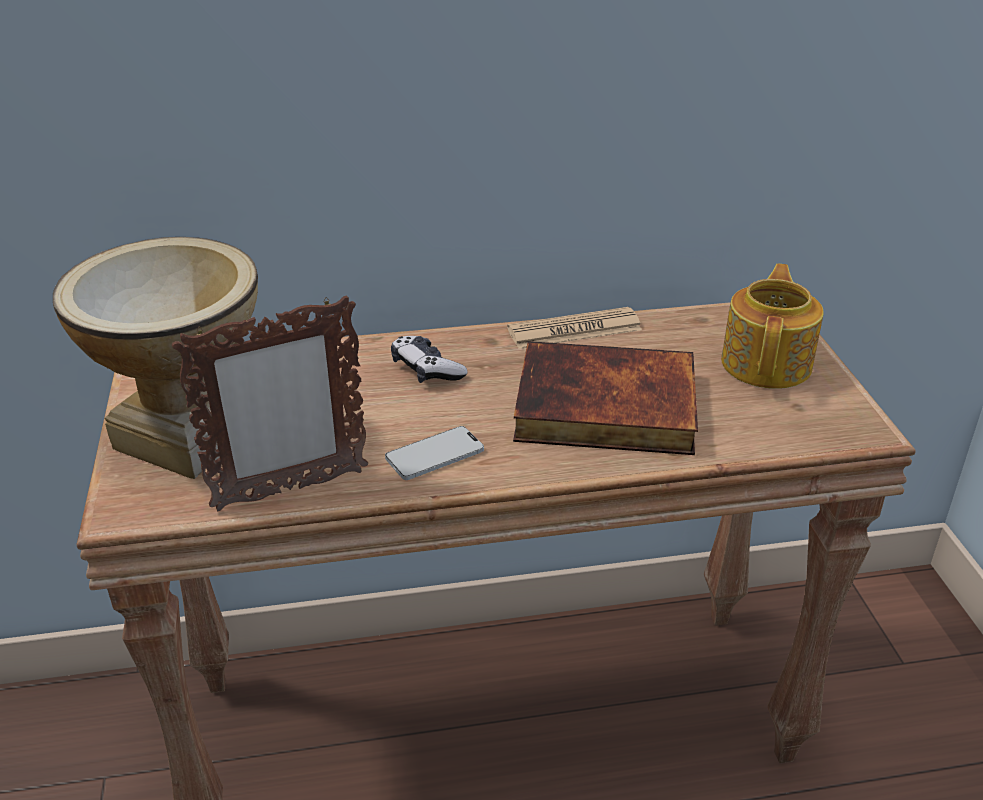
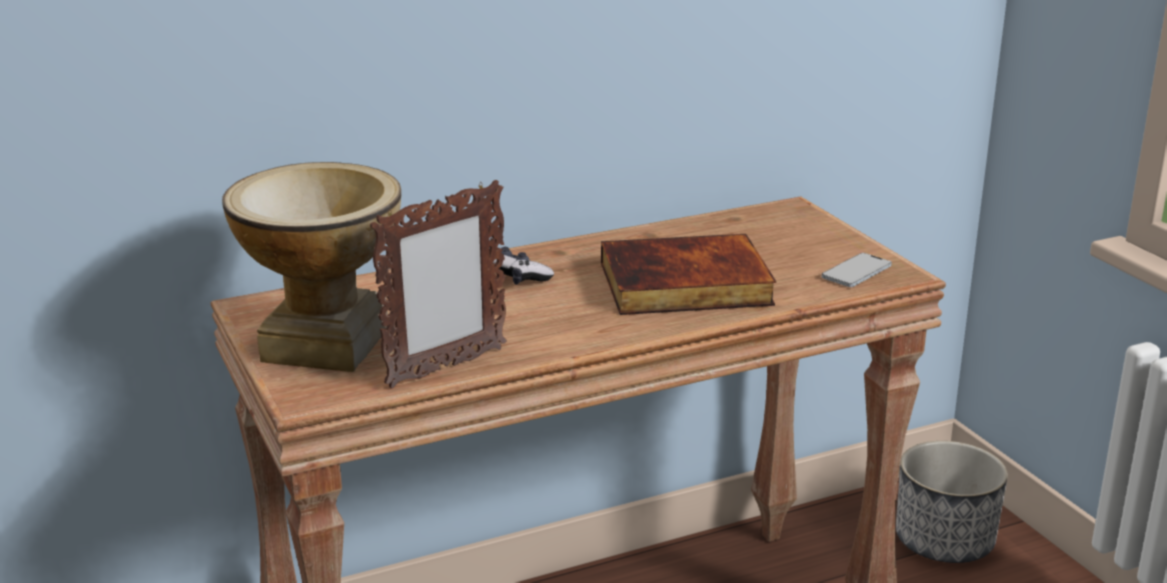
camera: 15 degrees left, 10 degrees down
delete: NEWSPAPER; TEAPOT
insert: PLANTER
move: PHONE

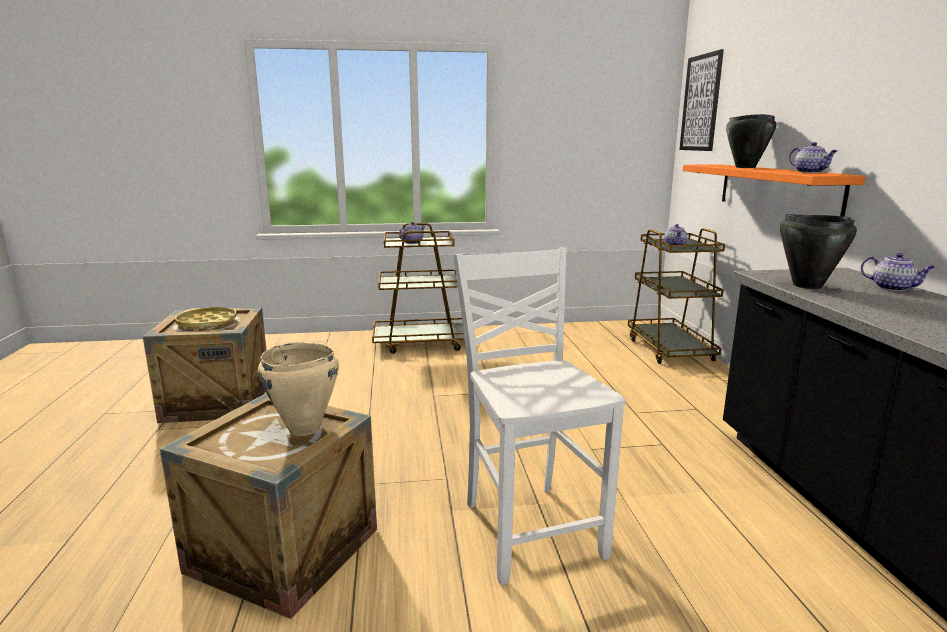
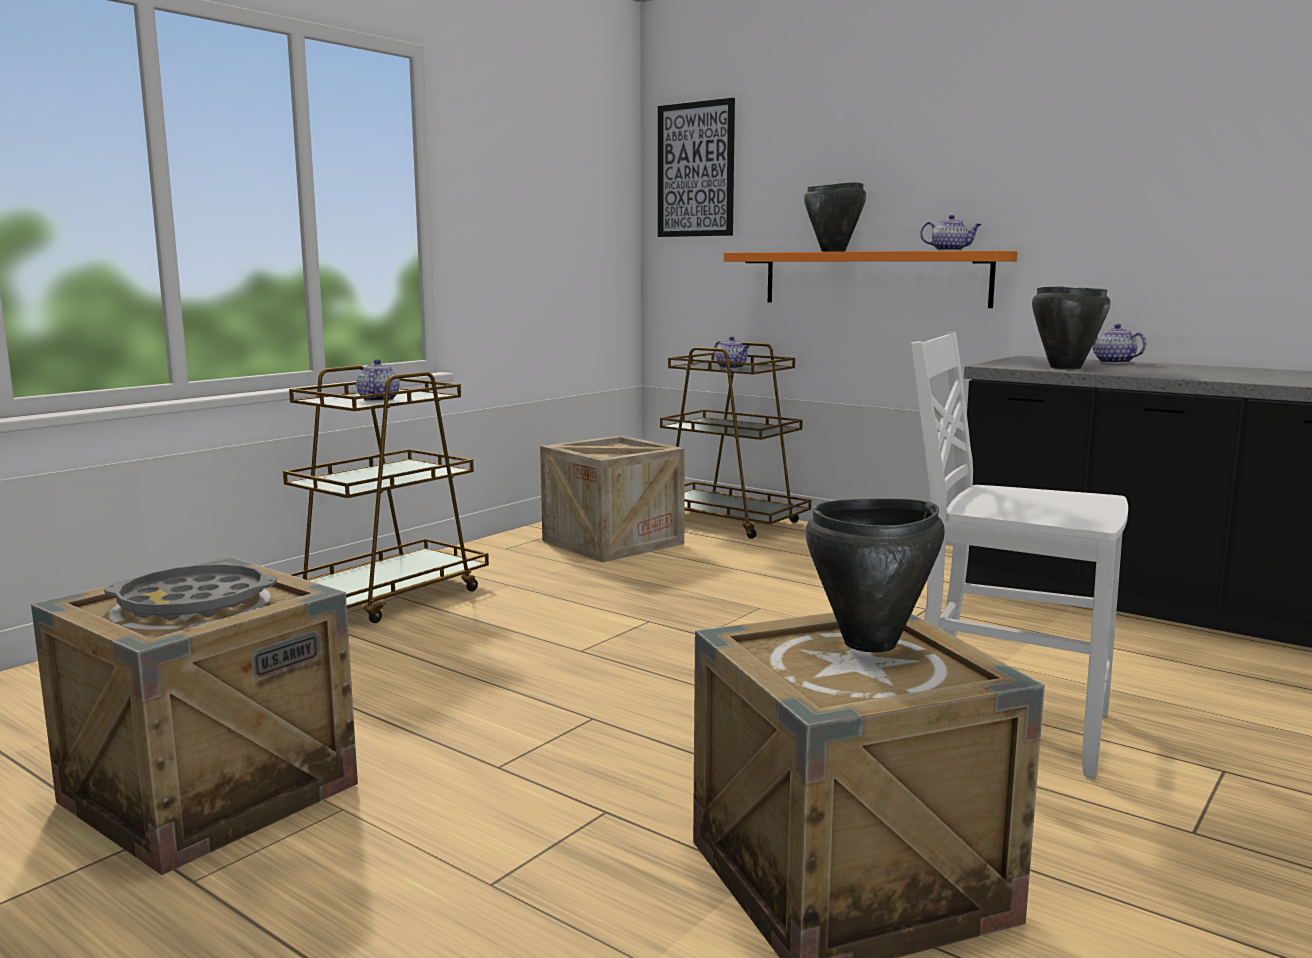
camera: 45 degrees left, 5 degrees down
insert: CRATE (2nd from left)
recolor: YELLOW TRAY to GREY TRAY; BEIGE COOKING POT to BLACK COOKING POT (2nd from left)
rotate: TEAPOT (4th from left) 120 degrees counterclockwise

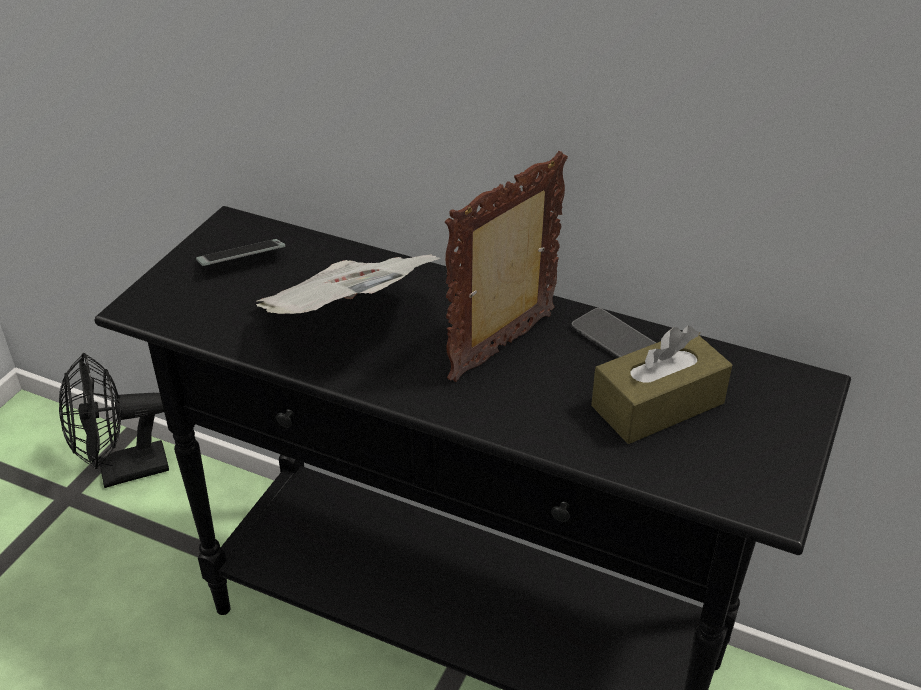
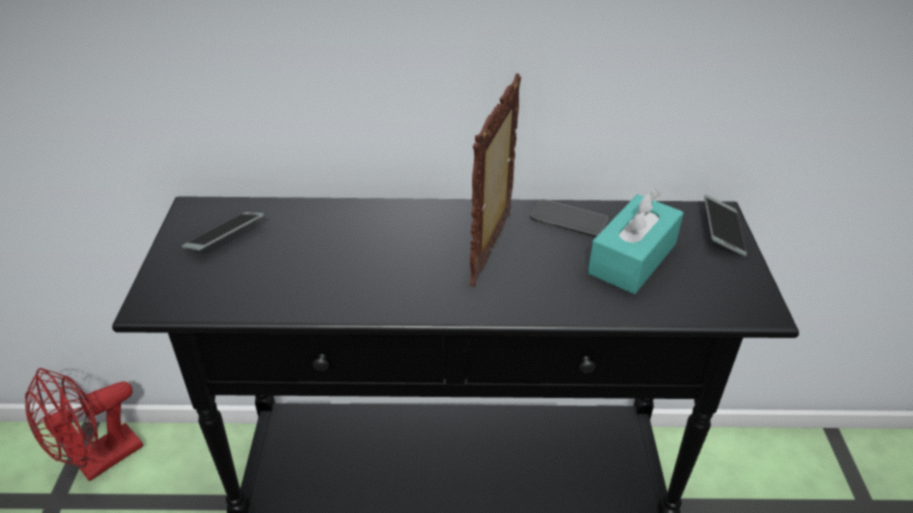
camera: 25 degrees left, 0 degrees up
delete: NEWSPAPER
insert: PHONE (3rd from left)
recolor: BLACK FAN to RED FAN; BROWN TISSUE BOX to TURQUOISE TISSUE BOX

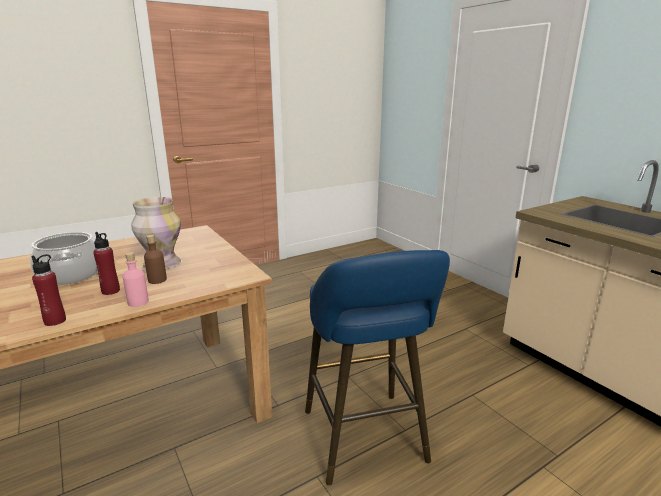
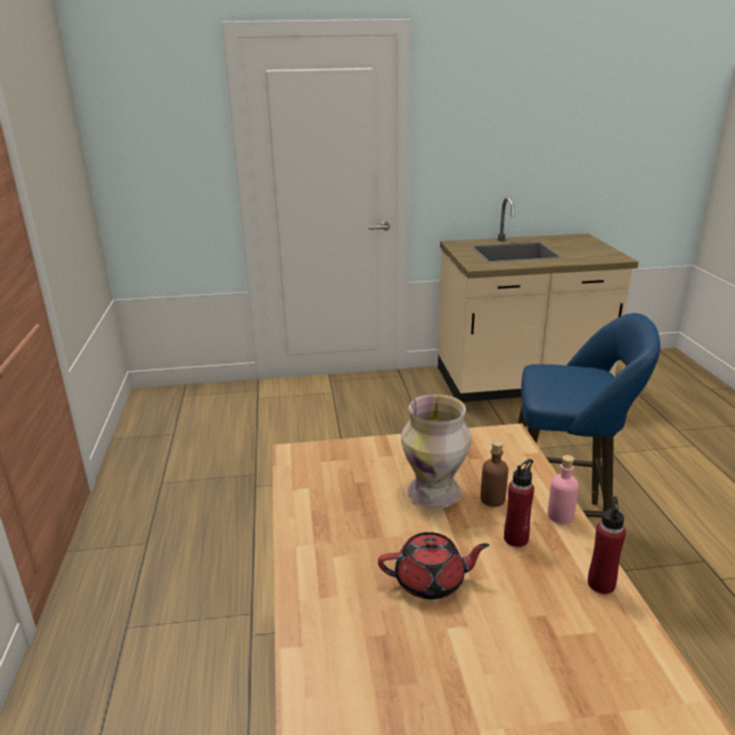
camera: 65 degrees left, 5 degrees up
replace: COOKING POT to RED TEAPOT

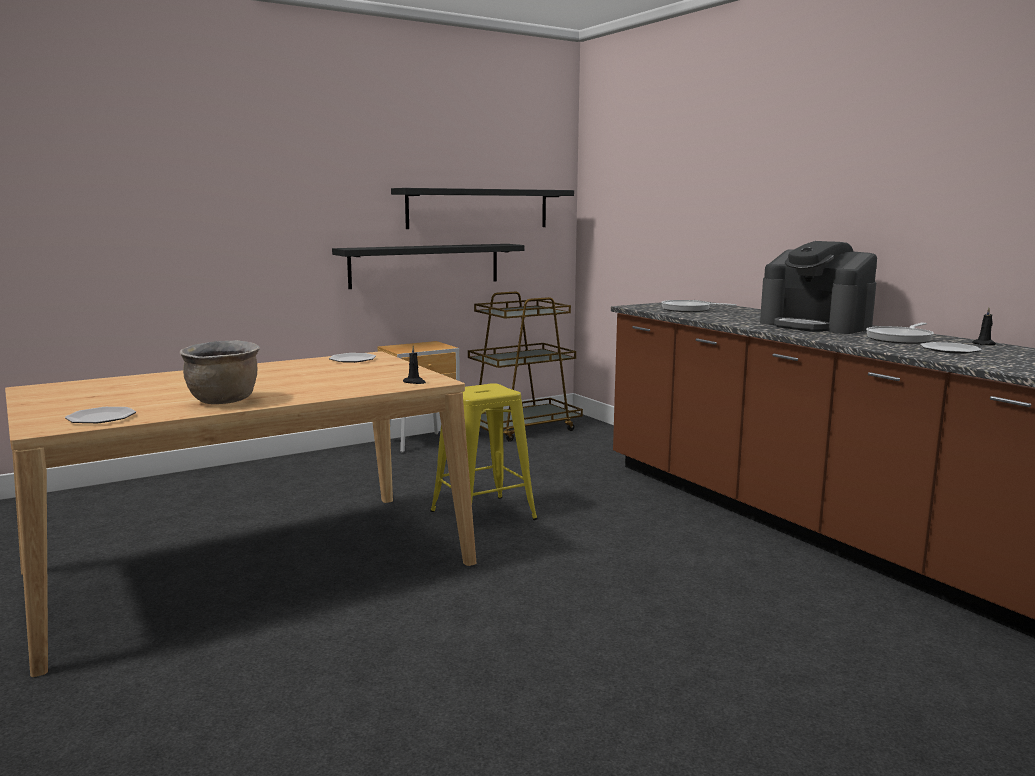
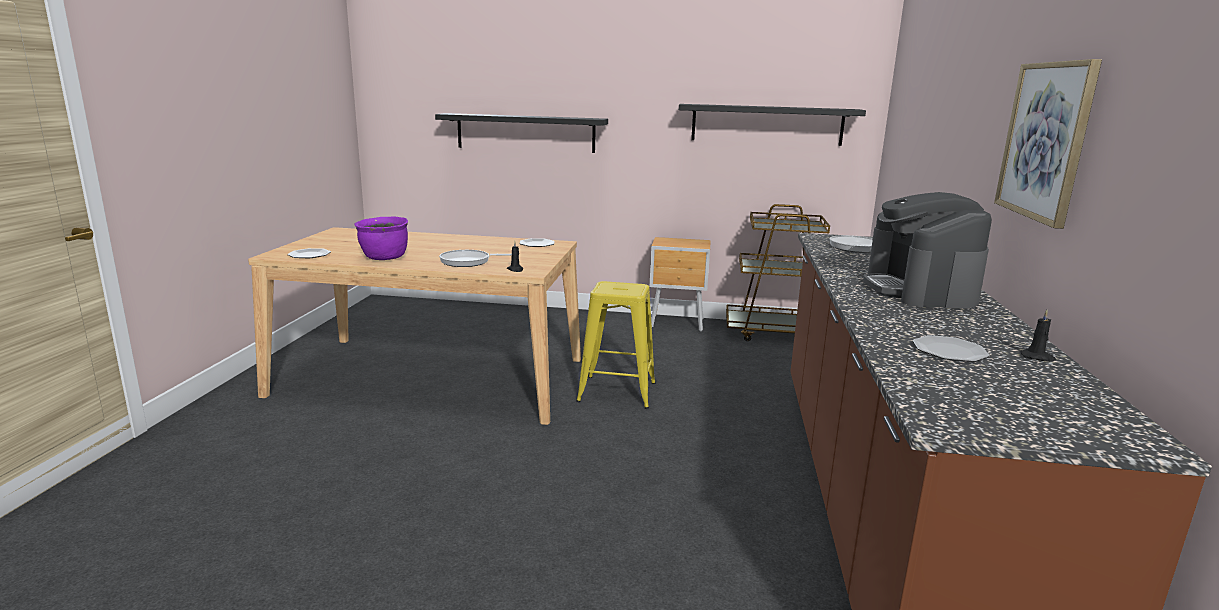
camera: 40 degrees right, 5 degrees up
insert: PICTURE
move: BLACK SHELF (1st from left); FRYING PAN (2nd from left in the first image) to FRYING PAN (1st from left)
recolor: BROWN COOKING POT to PURPLE COOKING POT

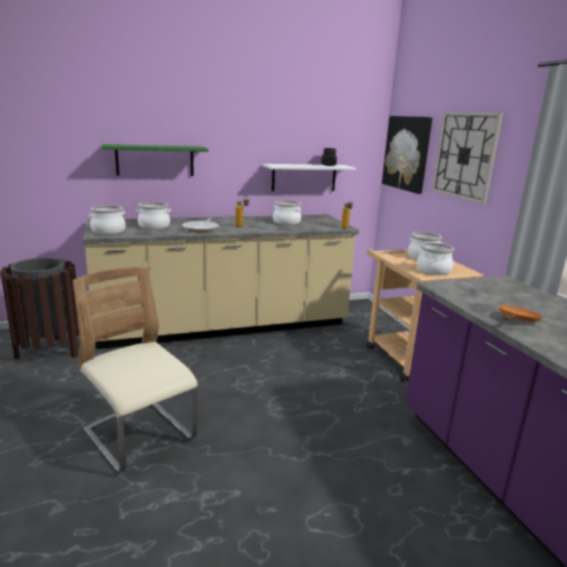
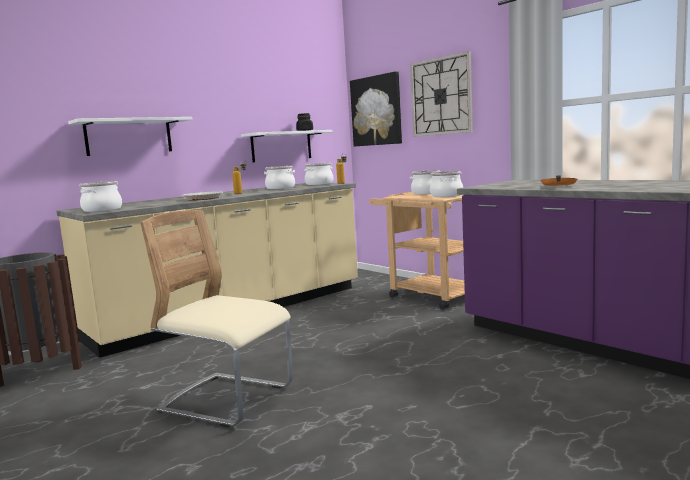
camera: 20 degrees left, 10 degrees down
move: COOKING POT (2nd from left in the first image) to COOKING POT (3rd from left)
recolor: GREEN SHELF to WHITE SHELF (1st from left)

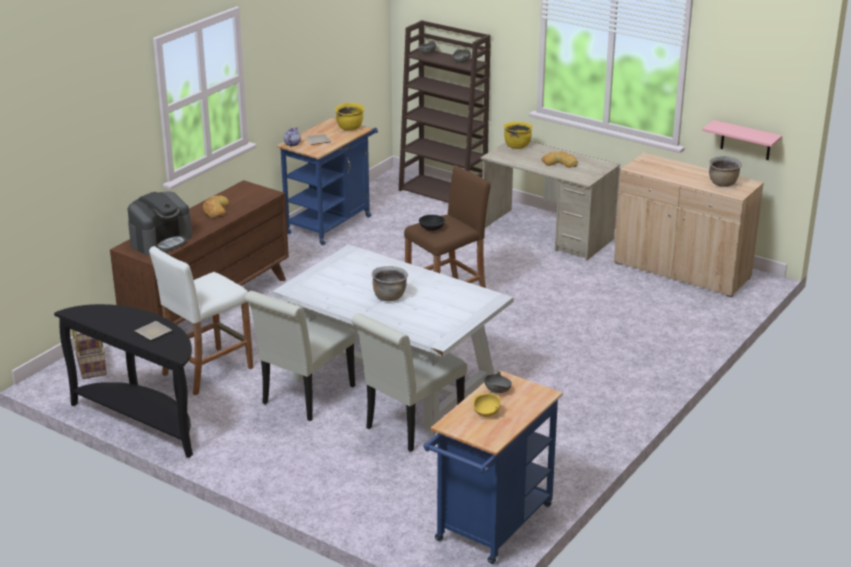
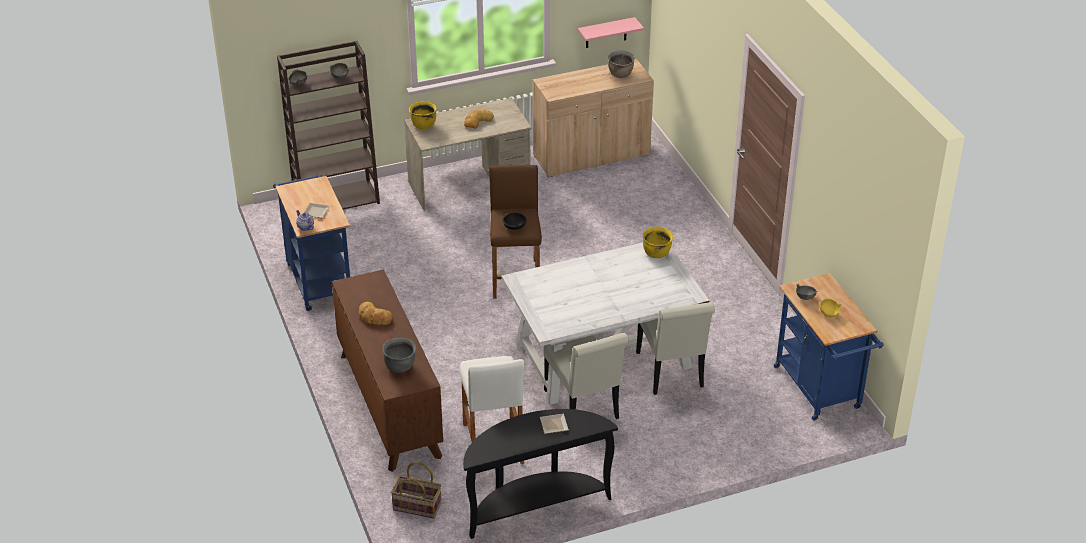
camera: 55 degrees left, 10 degrees up
delete: BROWN COOKING POT (1st from left)
move: YELLOW COOKING POT (1st from left in the first image) to YELLOW COOKING POT (2nd from left)
replace: COFFEE MACHINE to GREY COOKING POT

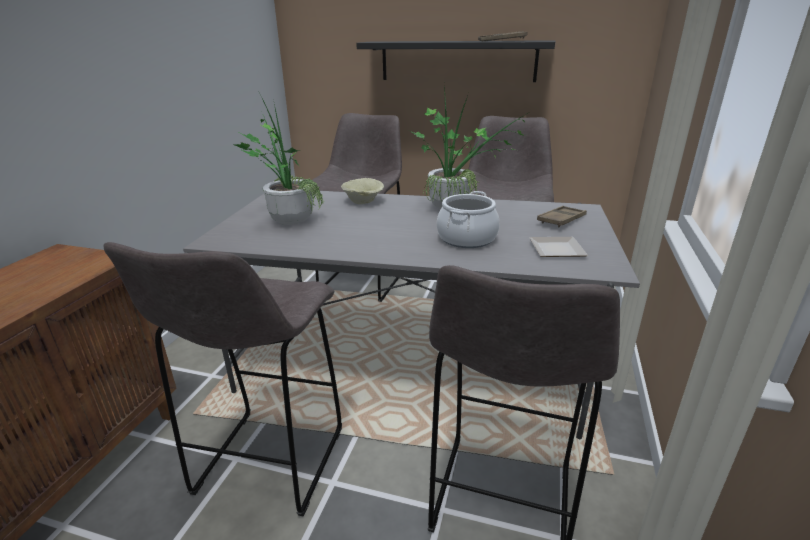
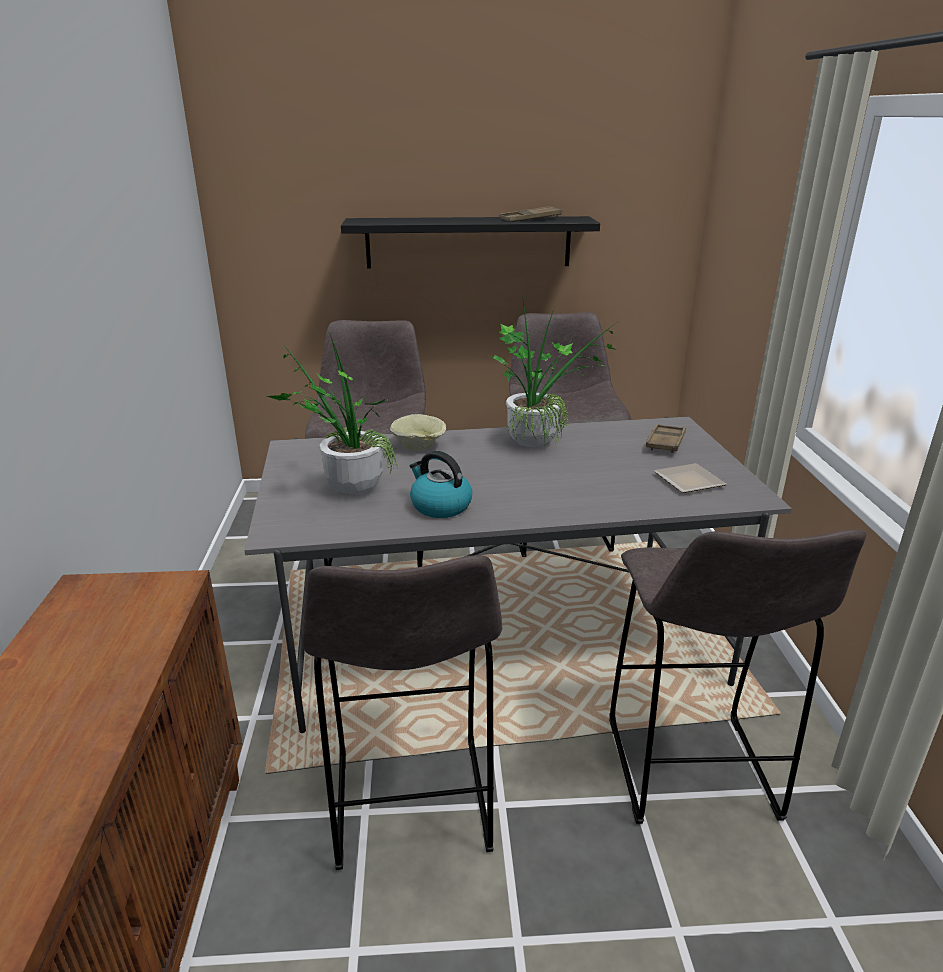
camera: 20 degrees left, 0 degrees up
delete: COOKING POT
insert: KETTLE

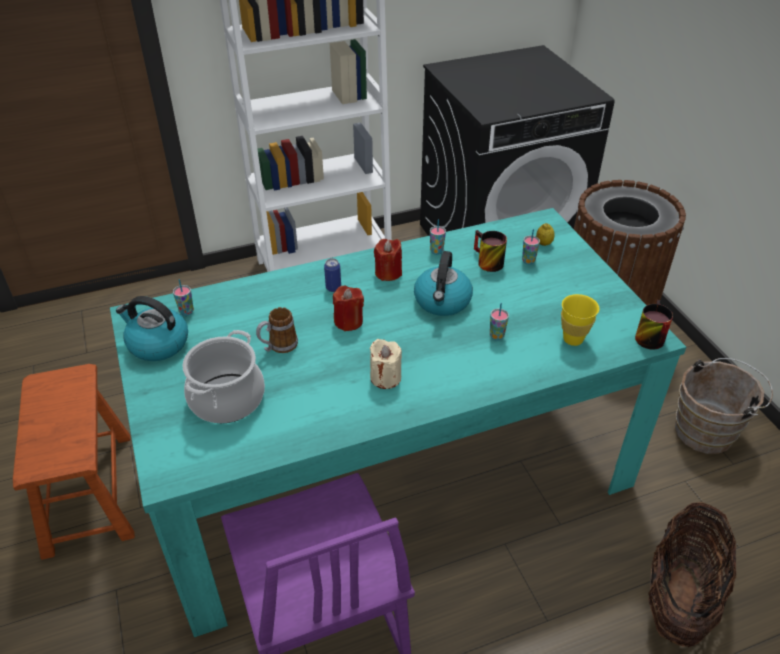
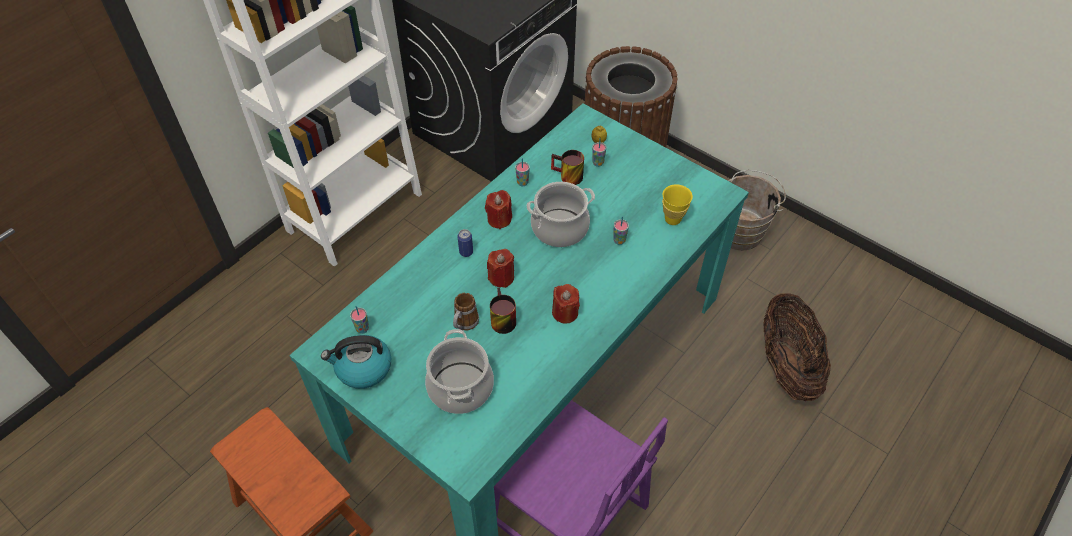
camera: 30 degrees left, 10 degrees up
move: MUG (3rd from left in the first image) to MUG (2nd from left)
replace: KETTLE (2nd from left) to COOKING POT (2nd from left)
recolor: BEIGE CANDLE to RED CANDLE (3rd from left)

